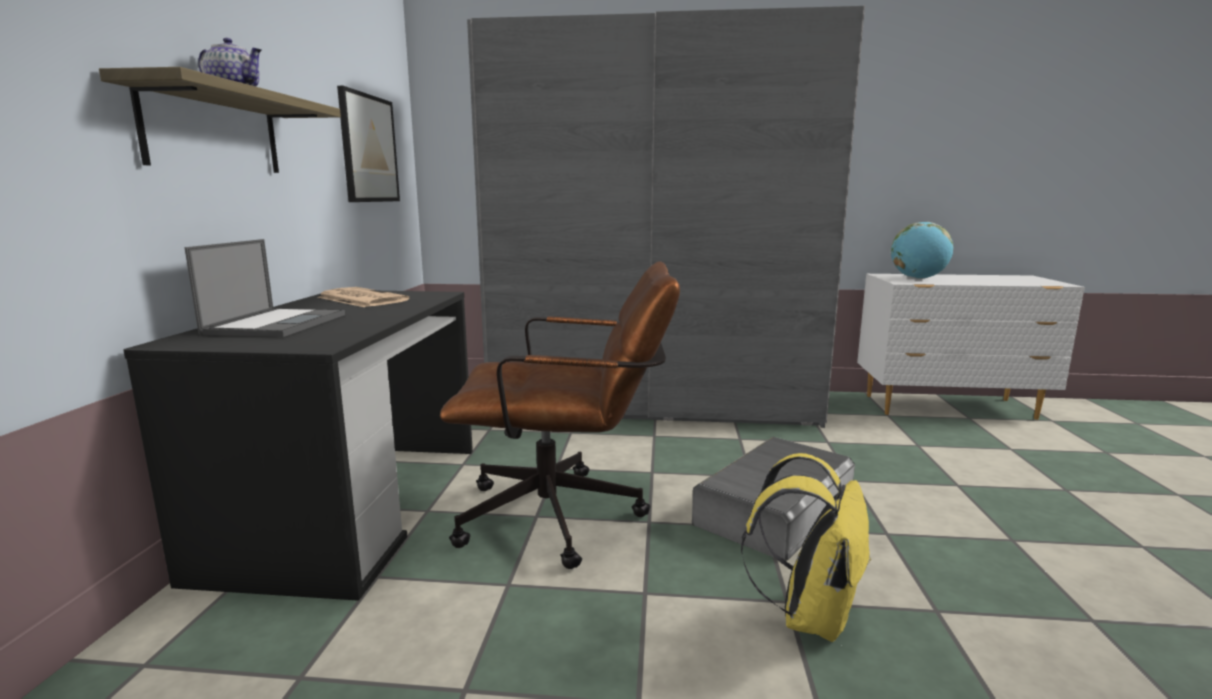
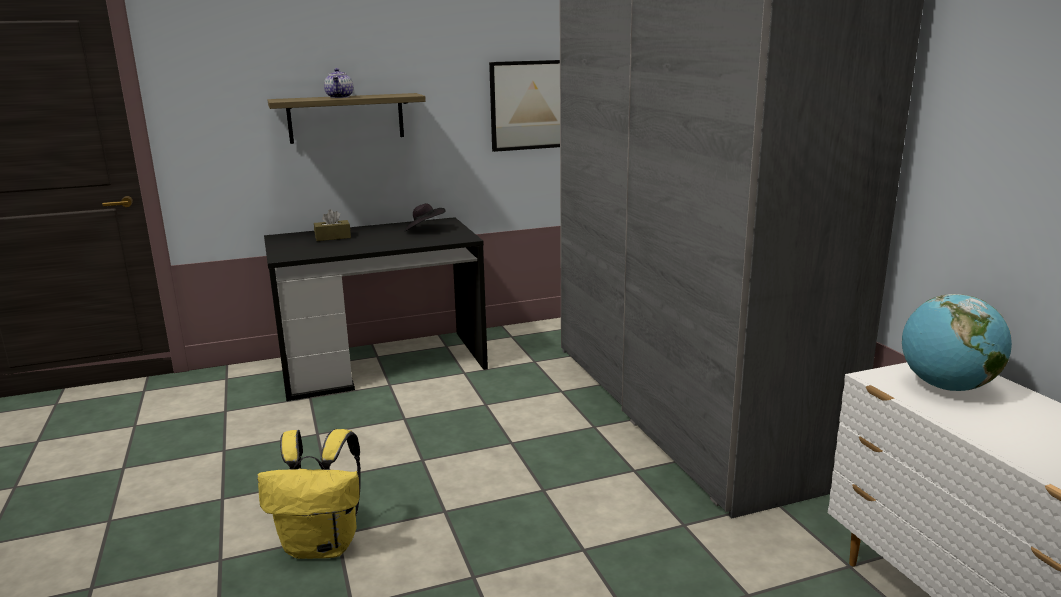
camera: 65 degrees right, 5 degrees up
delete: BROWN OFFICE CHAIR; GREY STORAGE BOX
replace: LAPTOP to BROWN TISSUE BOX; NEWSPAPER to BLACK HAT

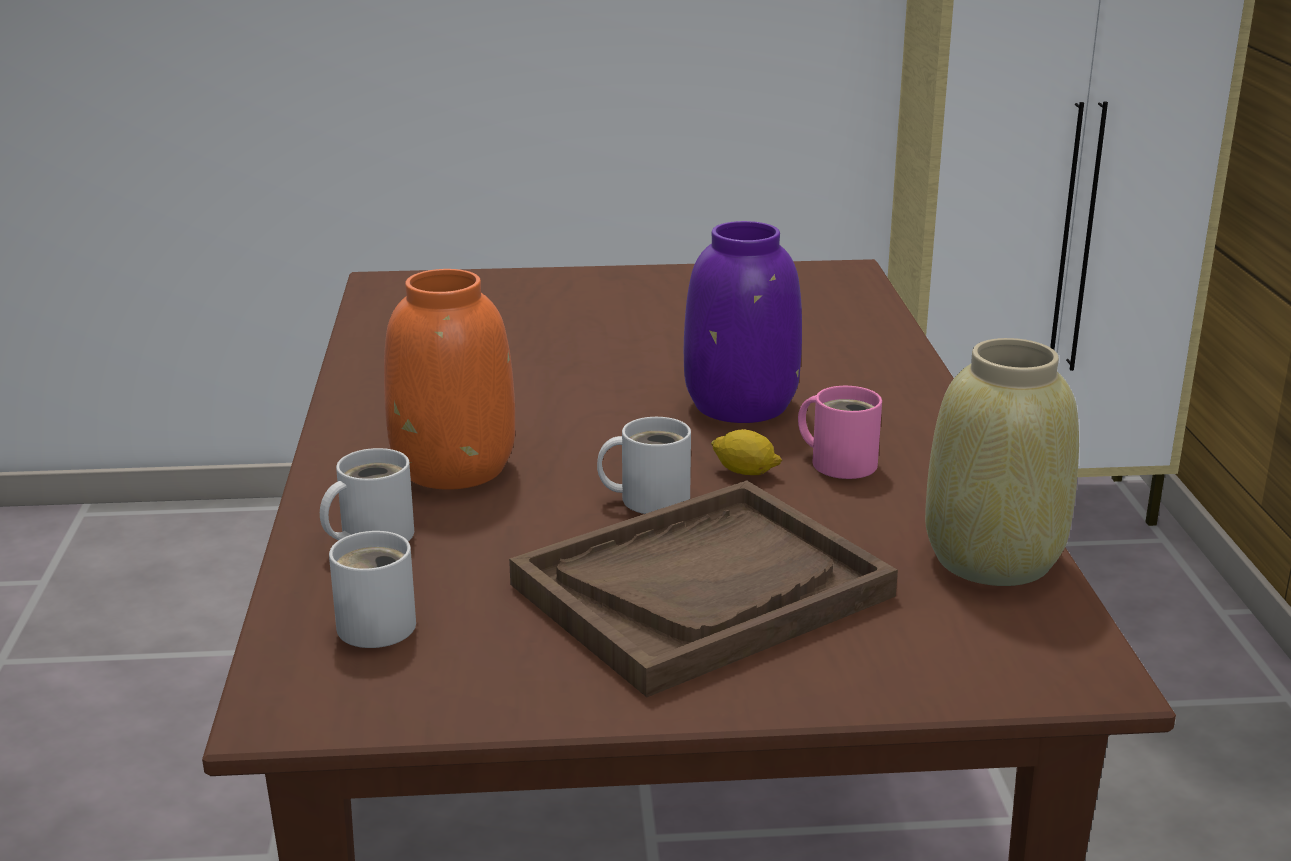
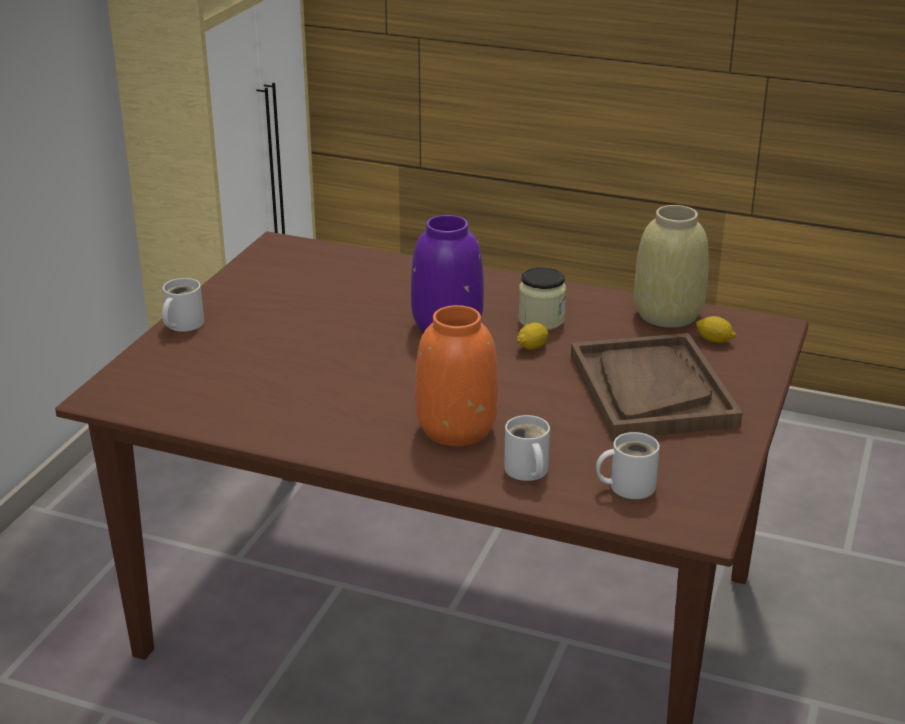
camera: 65 degrees left, 5 degrees up
insert: LEMON (2nd from left)
move: WHITE MUG (3rd from left in the first image) to WHITE MUG (1st from left)
replace: PINK MUG to JAR

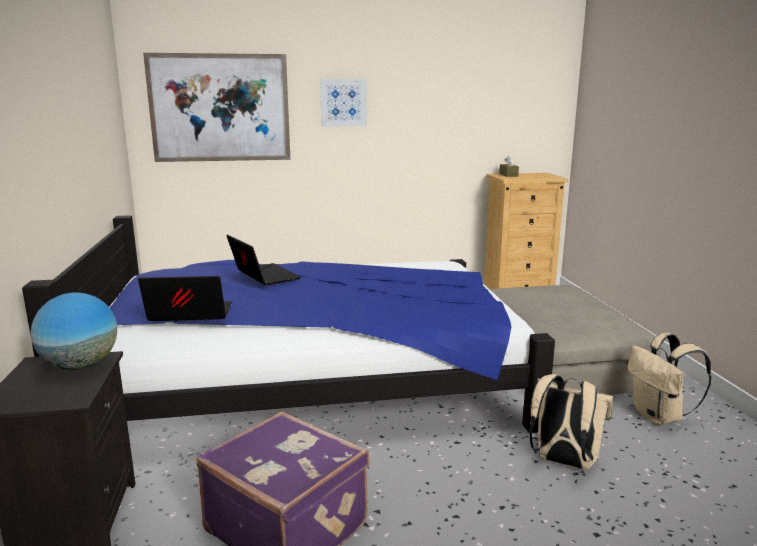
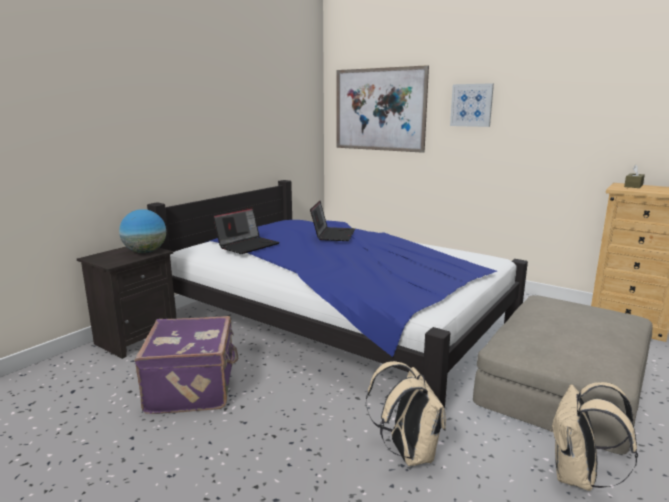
camera: 45 degrees right, 0 degrees up
rotate: LAPTOP (1st from left) 90 degrees clockwise

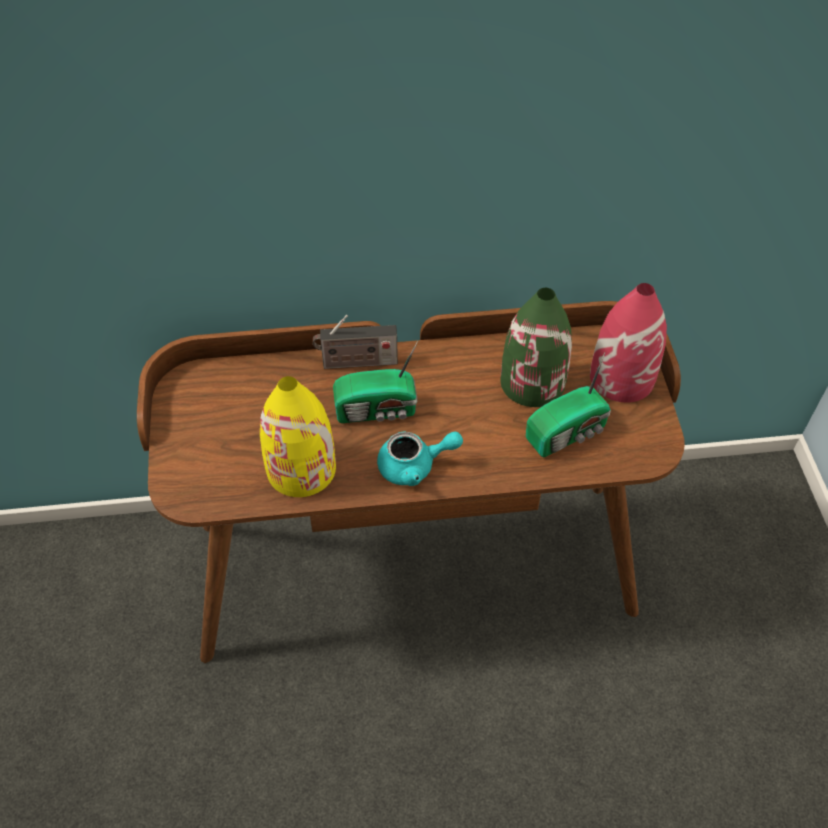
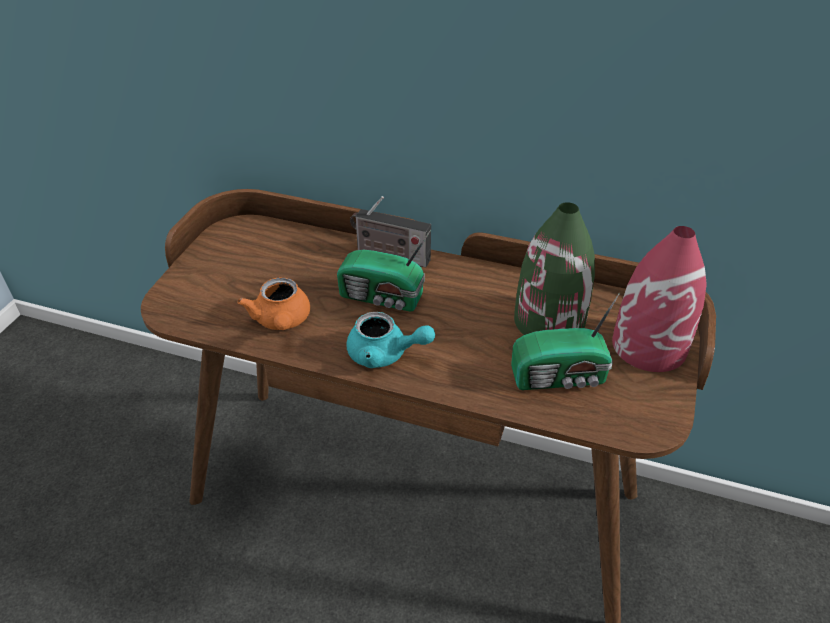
camera: 25 degrees right, 10 degrees down
replace: YELLOW VASE to ORANGE TEAPOT

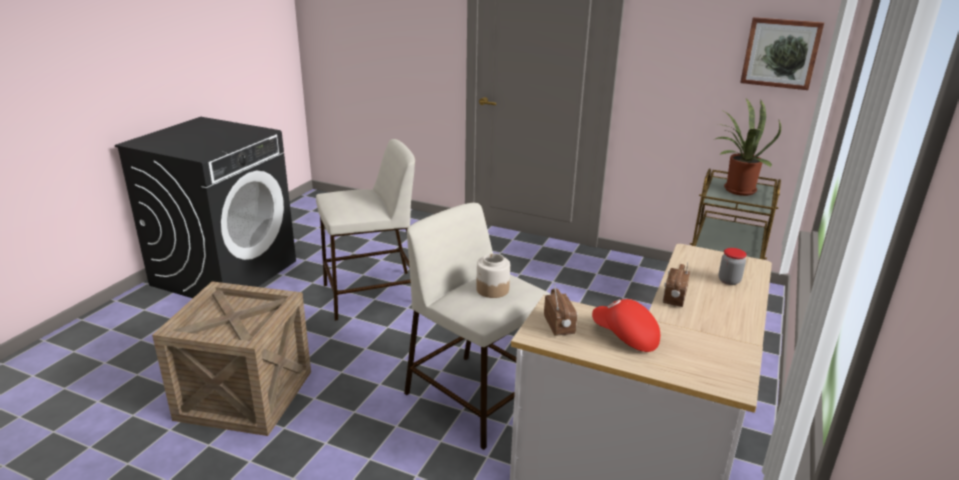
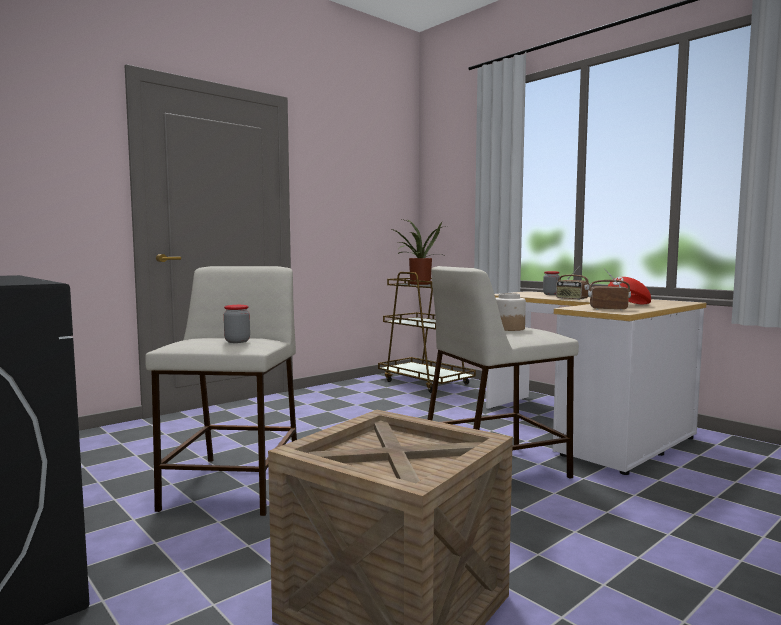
camera: 65 degrees left, 20 degrees down
delete: PICTURE
insert: JAR (1st from left)

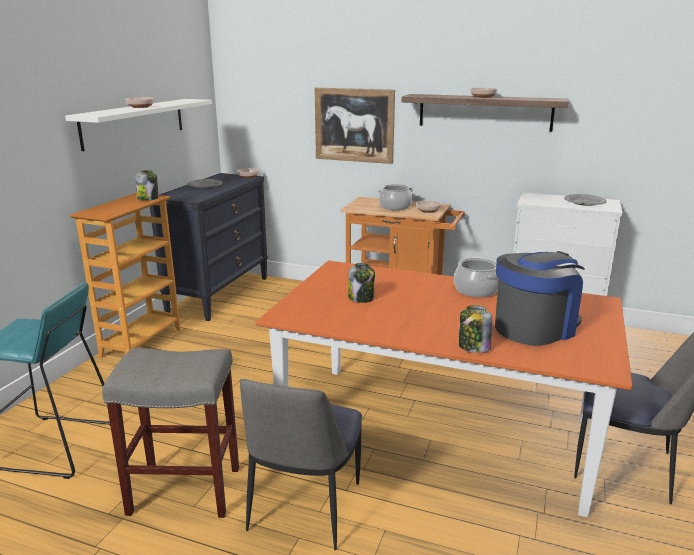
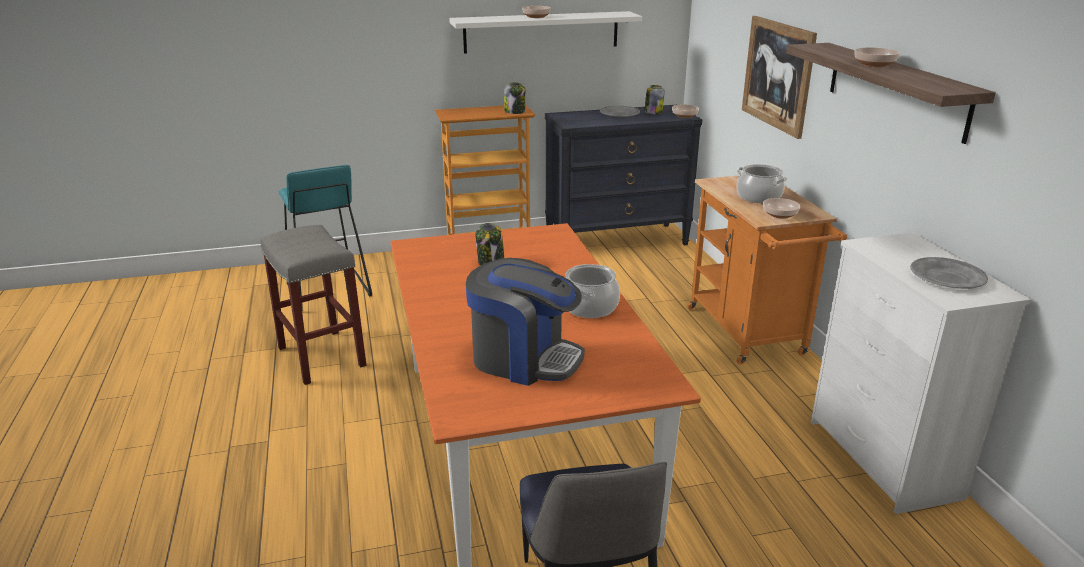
camera: 55 degrees right, 5 degrees up
delete: CHAIR (1st from left)
move: JAR (3rd from left)

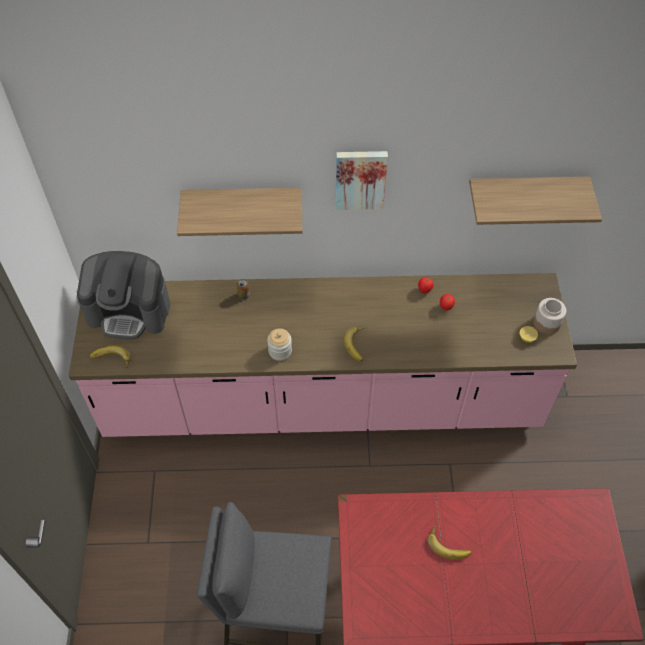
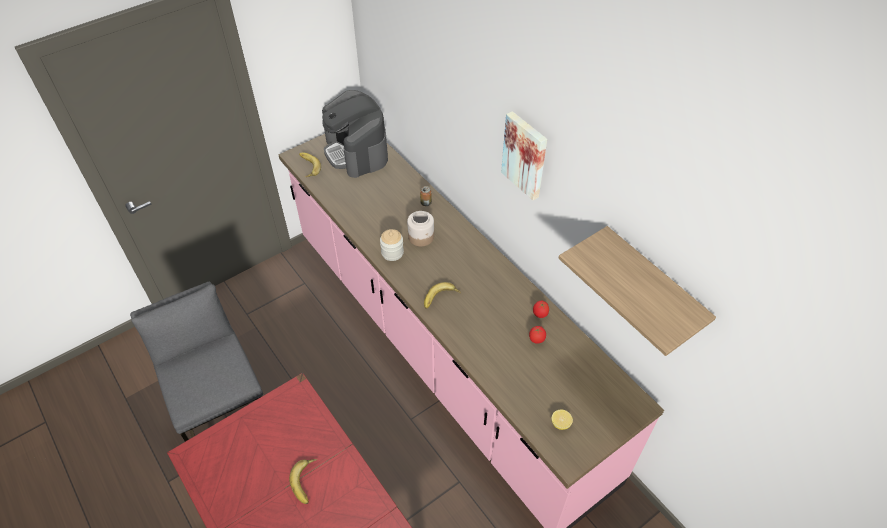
camera: 55 degrees right, 5 degrees down
delete: SHELF (1st from left)
move: JAR (2nd from left)

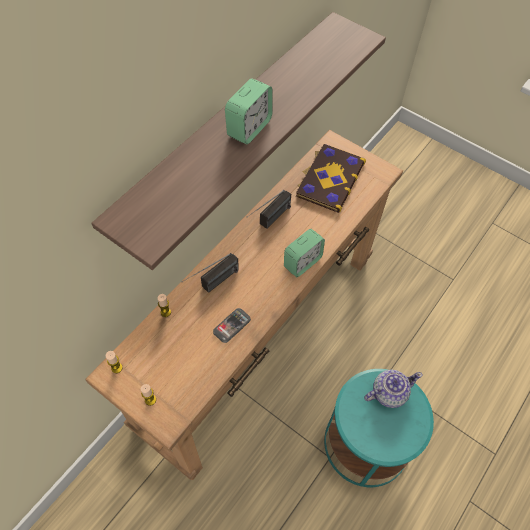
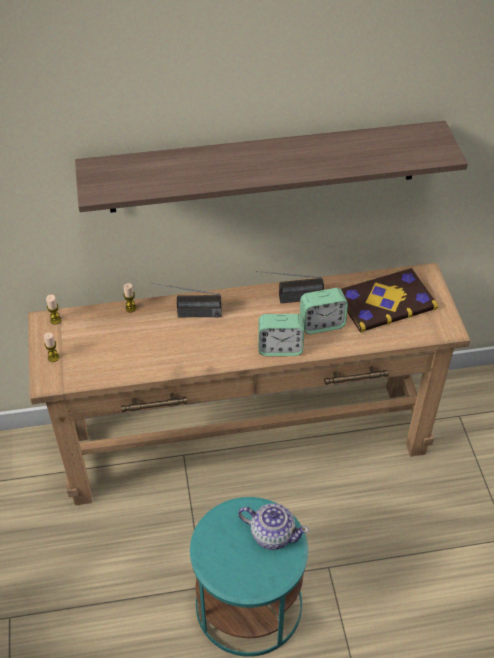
camera: 45 degrees right, 10 degrees down
delete: PHONE
move: ALARM CLOCK (1st from left in the first image) to ALARM CLOCK (2nd from left)

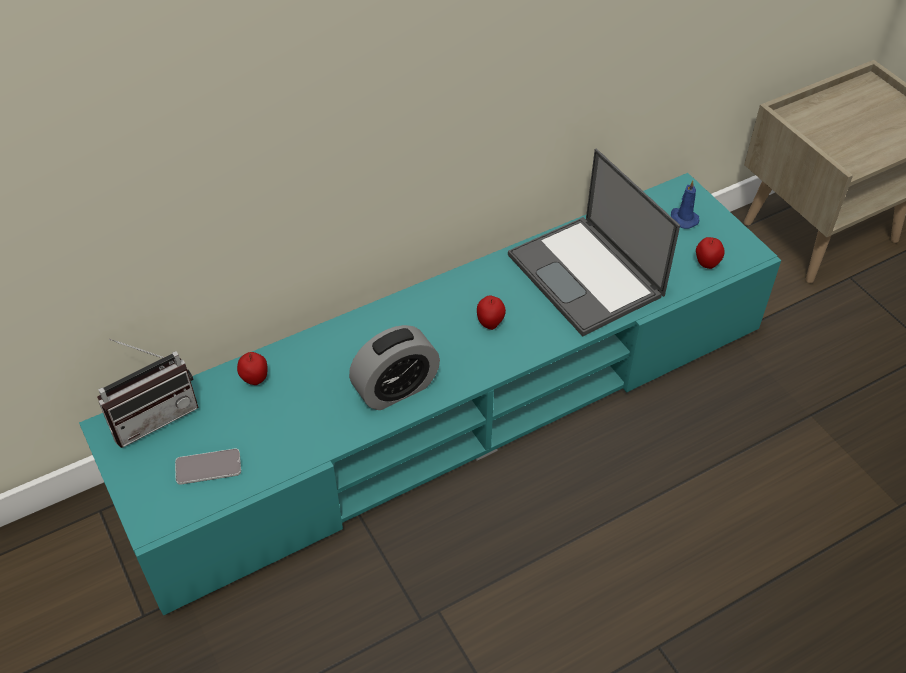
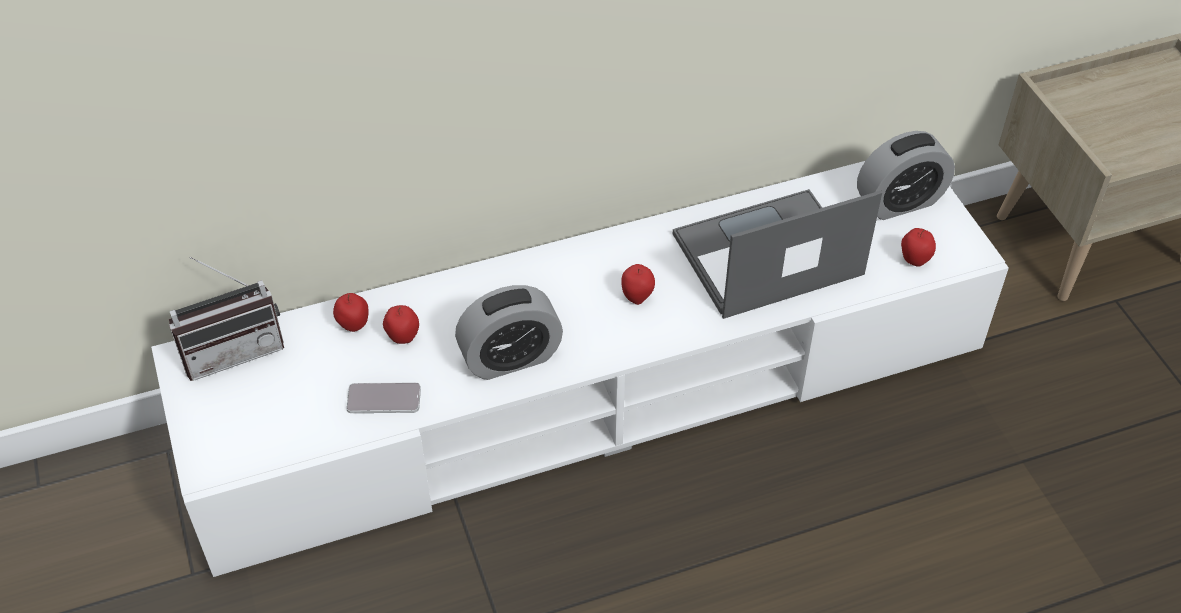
camera: 10 degrees right, 0 degrees up
insert: APPLE (2nd from left)
move: PHONE
replace: BLUE CANDLE to ALARM CLOCK (2nd from left)
recolor: TURQUOISE TV STAND to WHITE TV STAND
rotate: LAPTOP 90 degrees clockwise

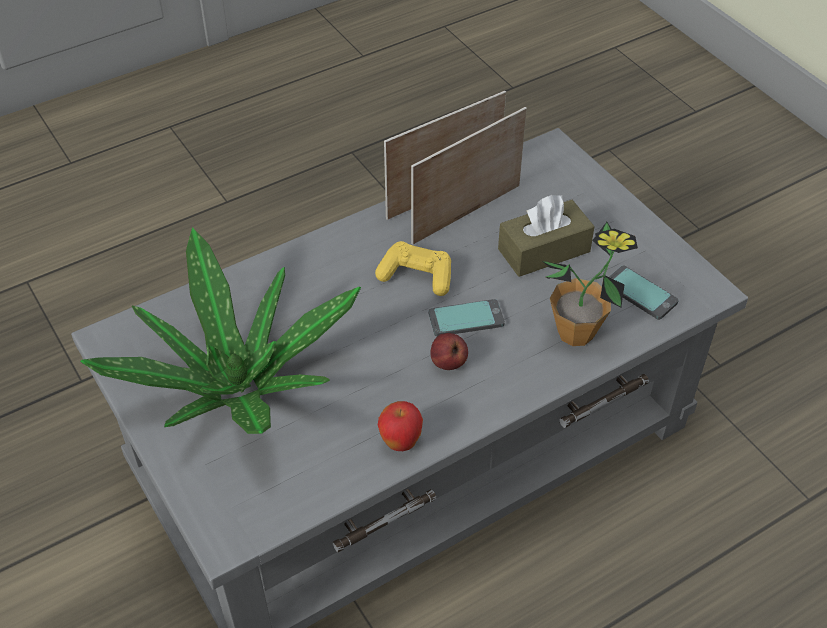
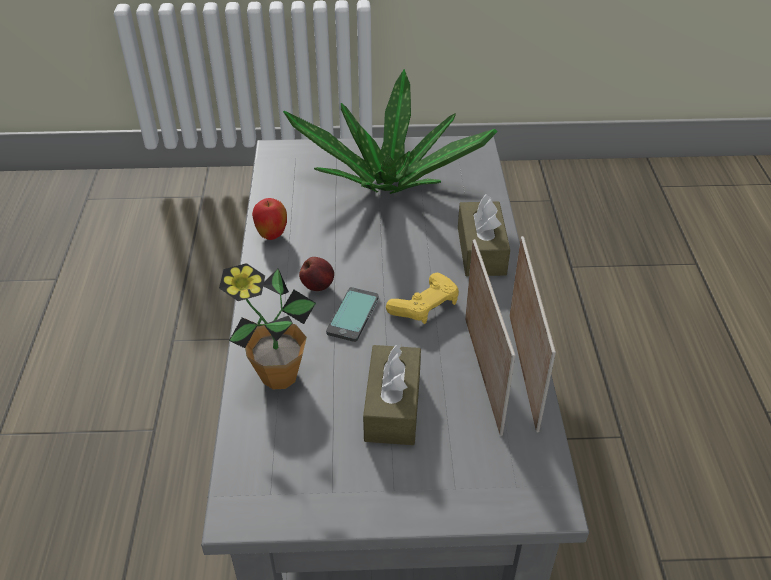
camera: 120 degrees right, 5 degrees down
delete: PHONE (2nd from left)
insert: BROWN TISSUE BOX (2nd from left)

